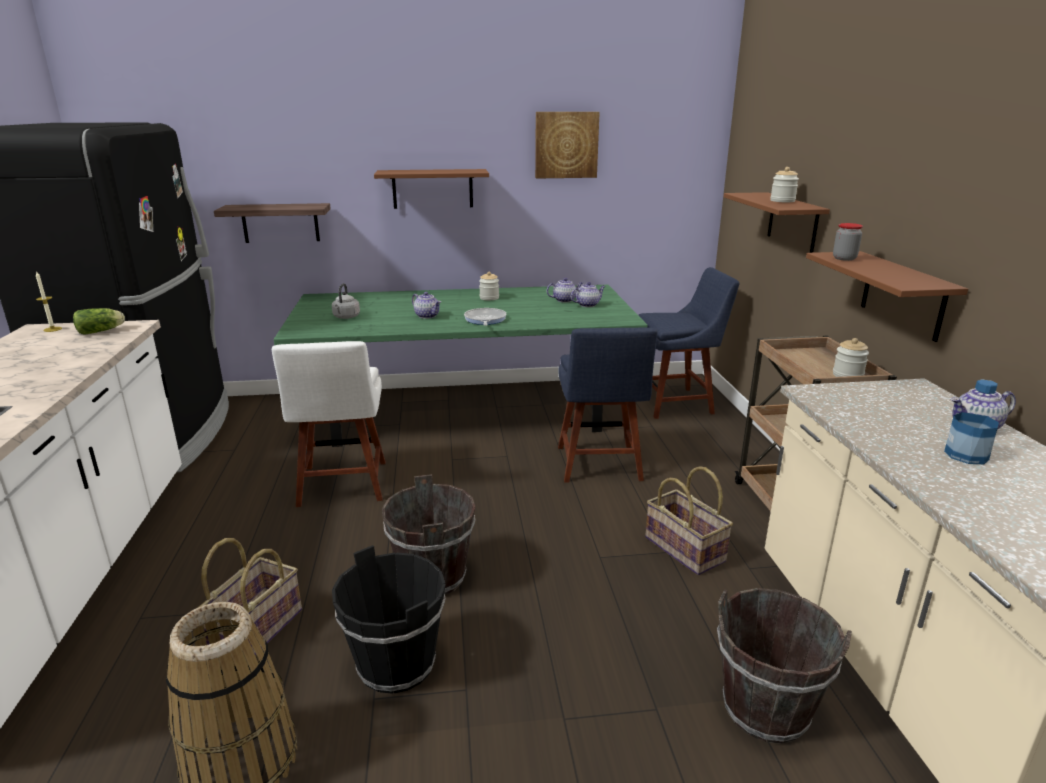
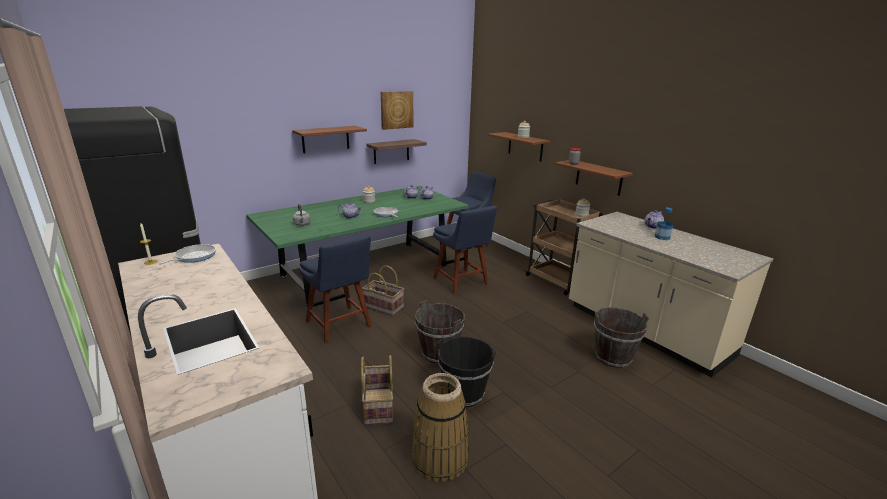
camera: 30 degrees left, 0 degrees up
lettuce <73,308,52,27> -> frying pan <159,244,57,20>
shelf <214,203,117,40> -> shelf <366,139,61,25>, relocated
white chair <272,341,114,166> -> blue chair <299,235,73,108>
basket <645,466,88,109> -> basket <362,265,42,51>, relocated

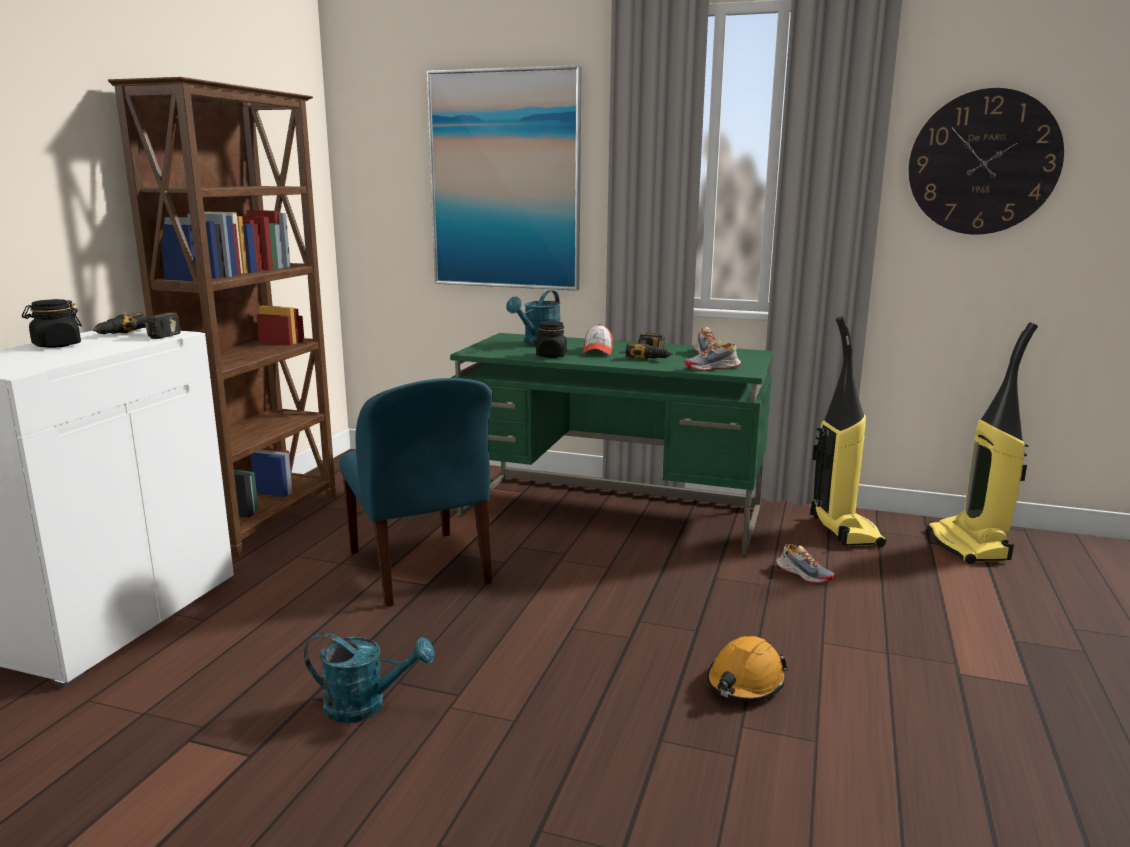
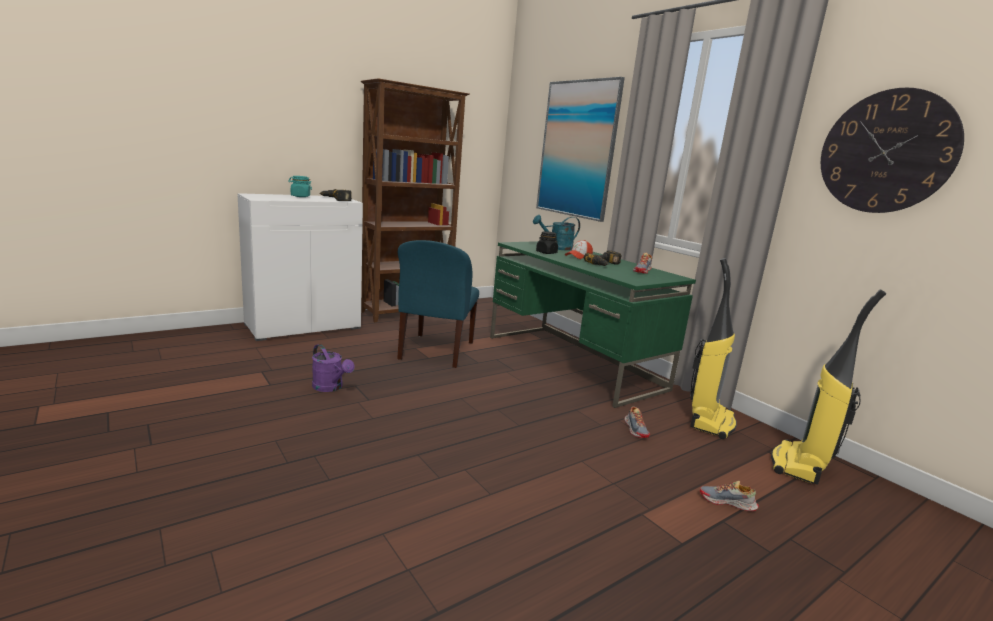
camera: 35 degrees right, 0 degrees up
black jar <22,299,60,49> -> turquoise jar <288,176,24,21>
turquoise watering can <304,632,130,91> -> purple watering can <312,344,42,48>
shoe <685,339,56,32> -> shoe <700,481,59,30>, relocated
orange hard hat <706,636,82,65> -> none

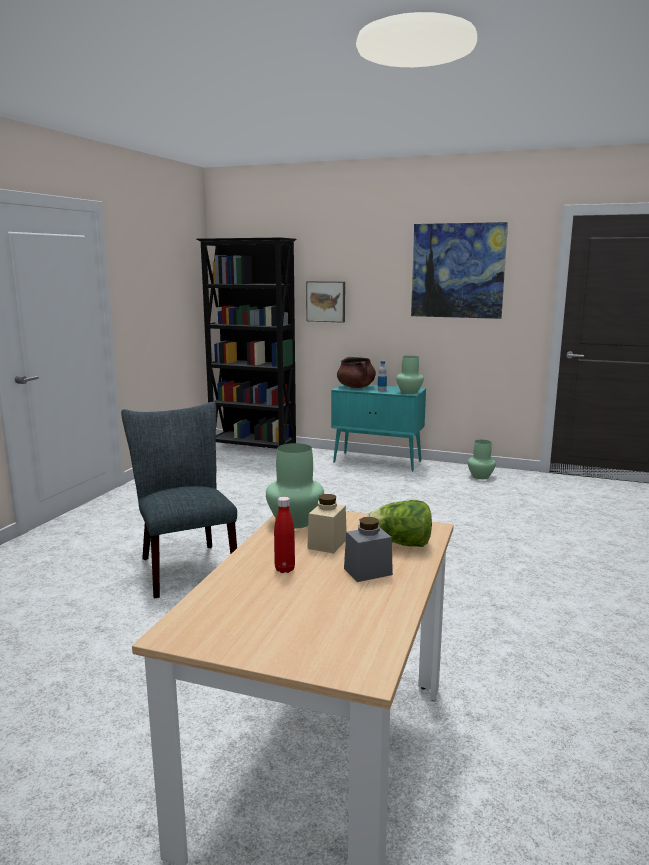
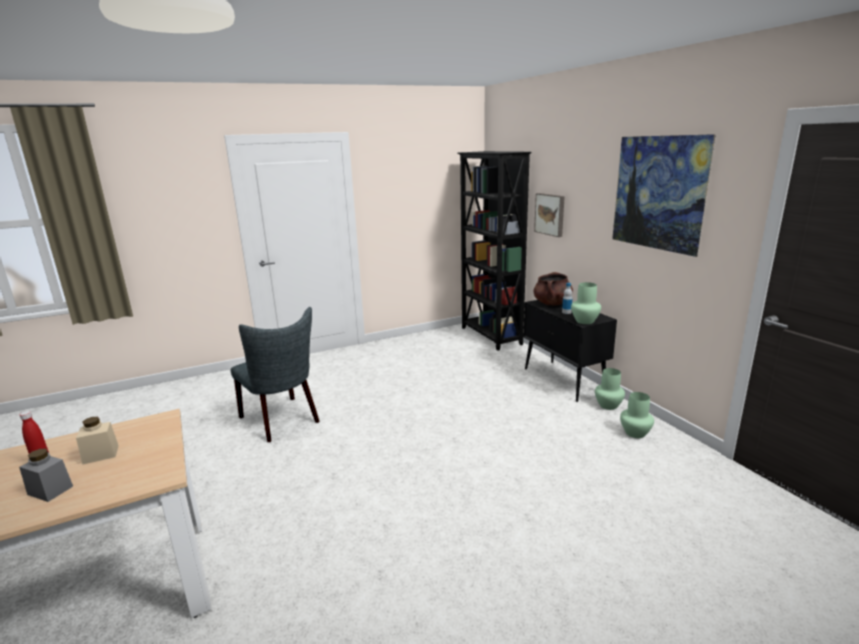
camera: 45 degrees right, 5 degrees up
grey chair <121,402,116,197> -> grey chair <231,307,88,135>, 120 degrees clockwise
green vase <266,443,58,86> -> green vase <595,368,30,42>, relocated
turquoise cabinet <331,384,95,88> -> black cabinet <524,300,93,102>
lettuce <367,500,65,47> -> none

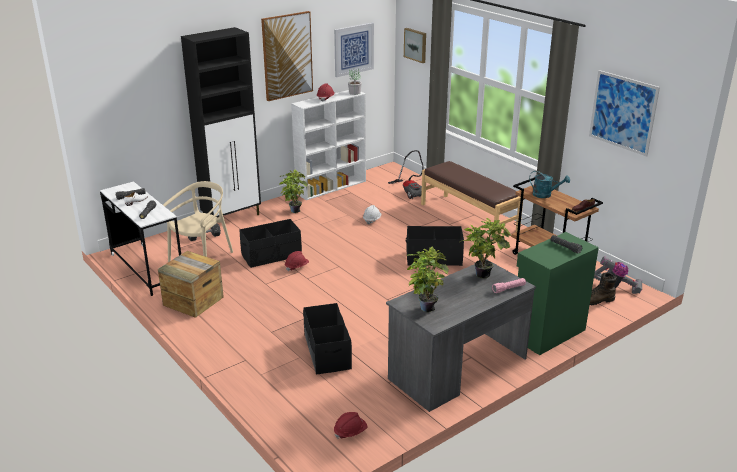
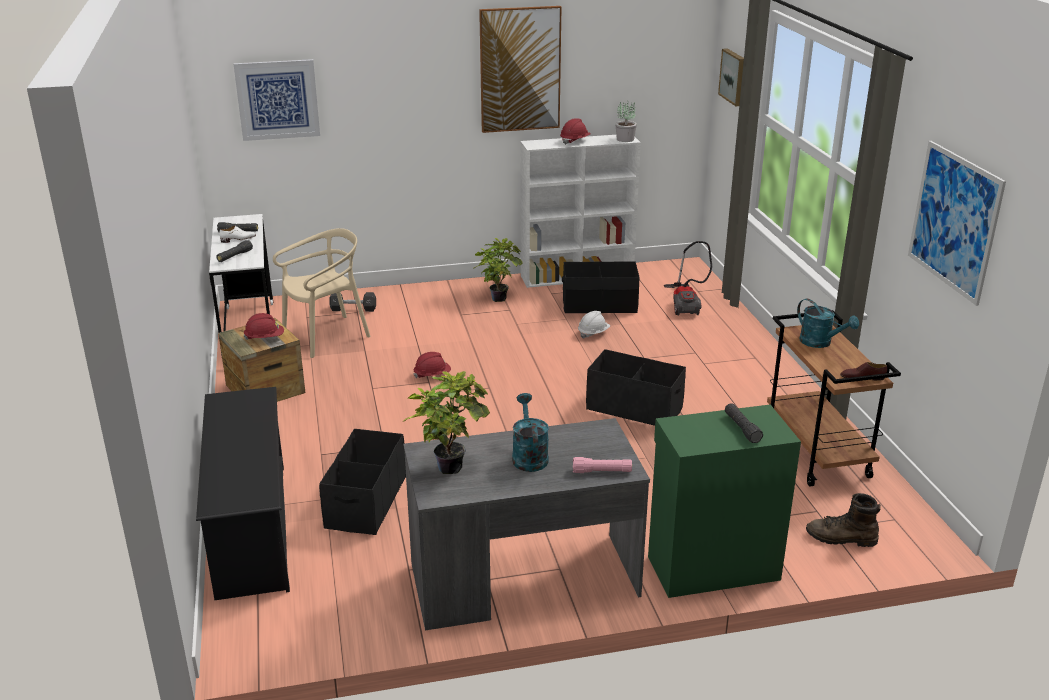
camera: 25 degrees right, 0 degrees up
black cabinet <181,27,80,191> -> none
black storage box <239,219,63,49> -> black storage box <562,261,78,52>, relocated
picture <334,23,40,54> -> picture <234,59,86,82>, relocated
red hard hat <334,412,34,27> -> red hard hat <244,313,40,27>, relocated
brown bench <421,161,102,82> -> none
potted plant <460,218,51,61> -> none
vacuum cleaner <594,256,48,38> -> none
none -> black shoe rack <196,387,94,213>
none -> turquoise watering can <512,393,37,79>

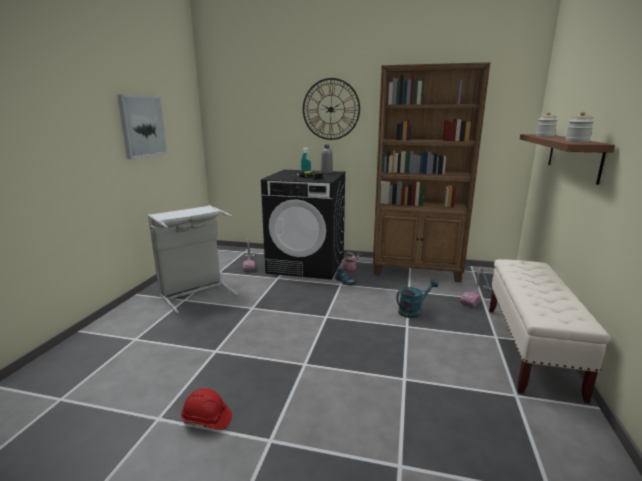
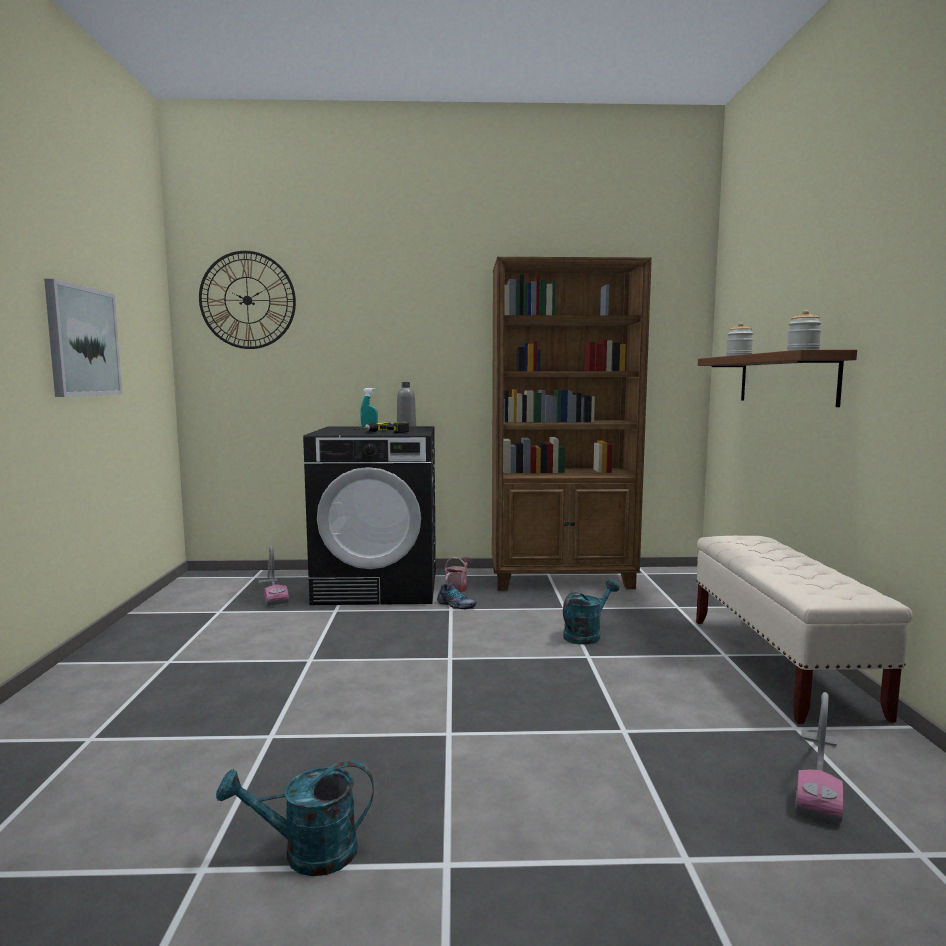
camera: 15 degrees left, 10 degrees down
grey laundry basket <148,205,90,109> -> none
red hard hat <181,388,51,42> -> turquoise watering can <216,761,158,115>
wall clock <303,78,57,62> -> wall clock <199,251,97,98>, relocated
vacuum cleaner <460,267,32,41> -> vacuum cleaner <795,692,48,131>, relocated

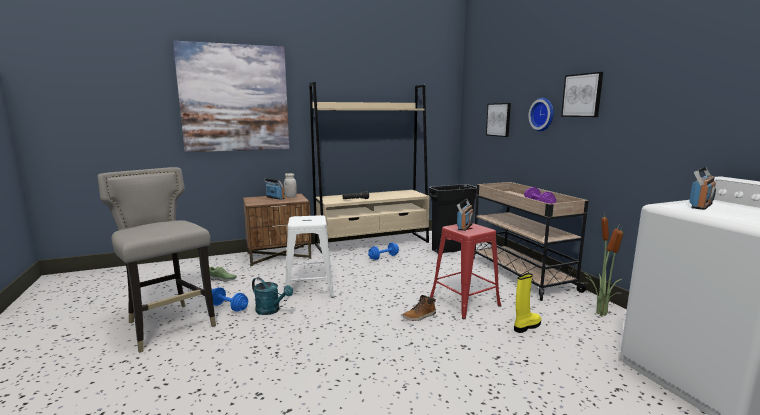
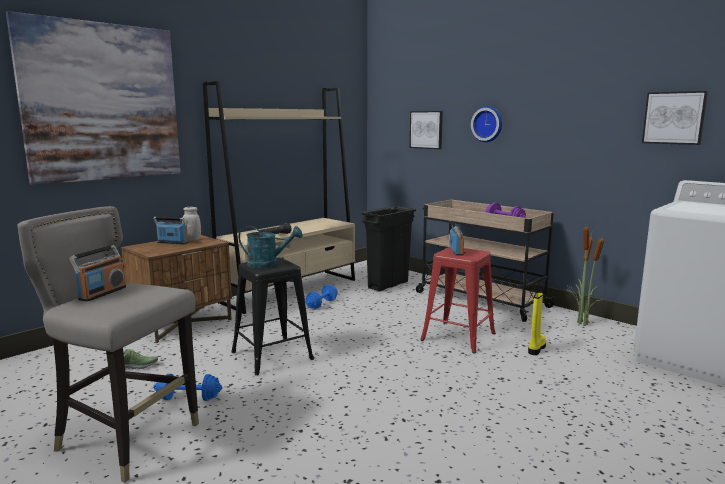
camera: 25 degrees left, 0 degrees up
turquoise watering can <252,277,41,38> -> turquoise watering can <238,226,64,42>, relocated
white stool <284,215,51,86> -> black stool <231,258,83,118>
boot <403,295,33,26> -> none
picture <561,72,42,45> -> picture <642,91,66,54>, relocated
radio <689,167,27,43> -> radio <69,245,57,57>, relocated

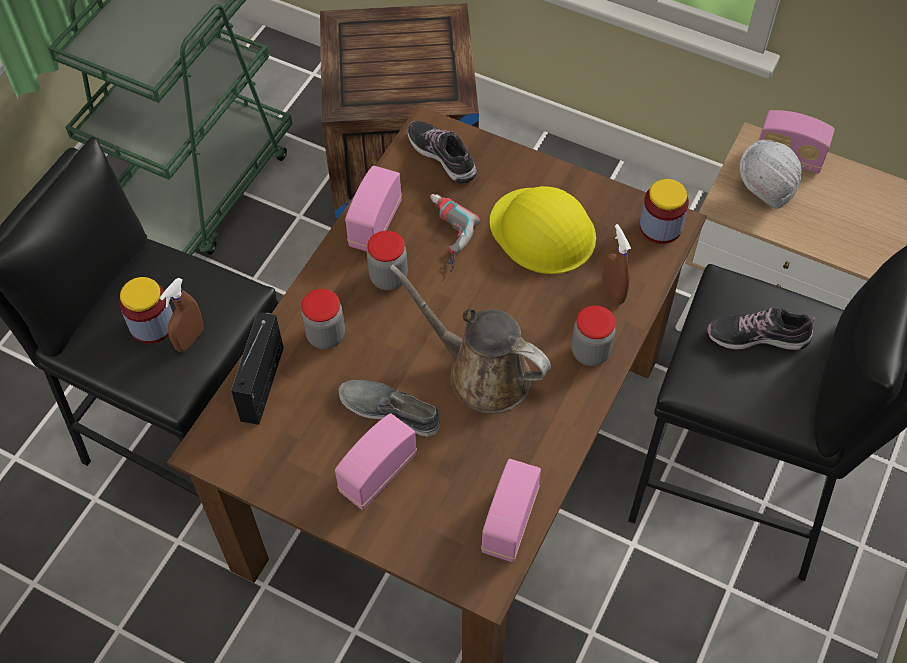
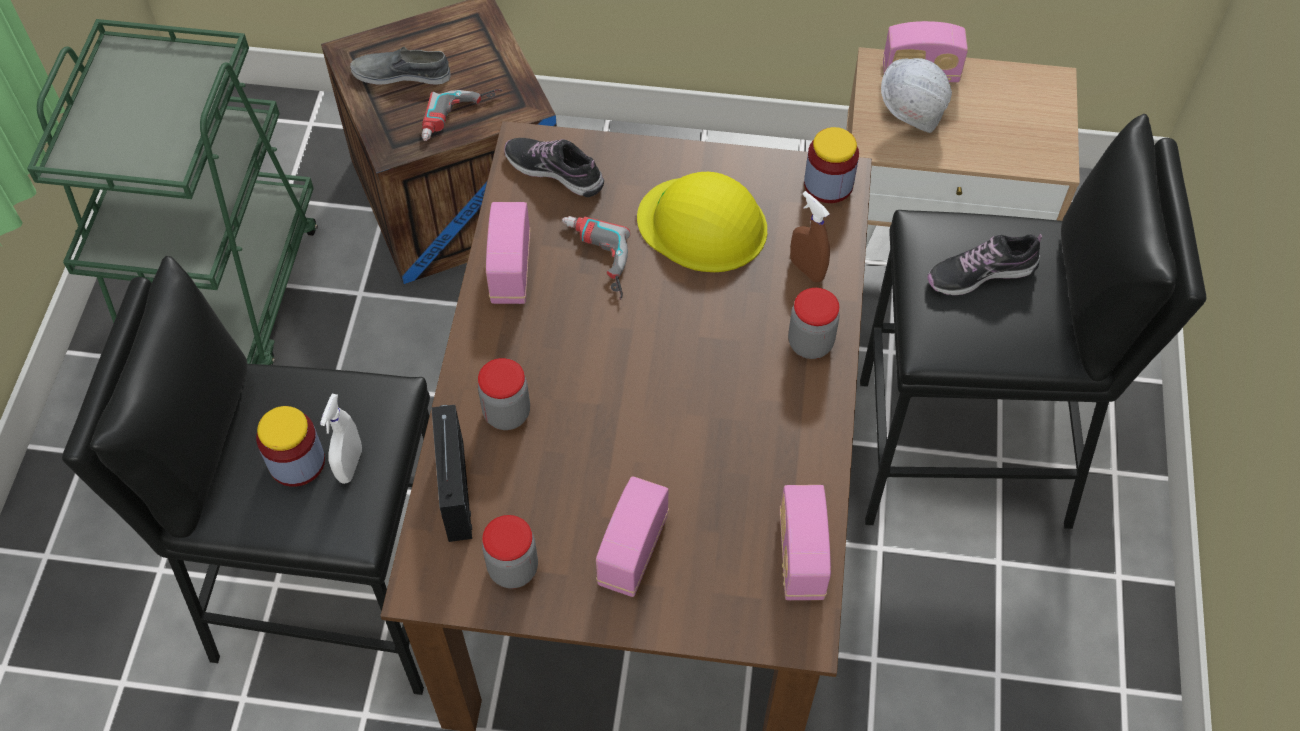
camera: 20 degrees left, 0 degrees up
brown spray bottle <159,278,44,74> -> white spray bottle <320,394,42,90>
grey shoe <338,380,102,56> -> grey shoe <350,46,101,39>, relocated
jar <367,231,41,59> -> jar <482,515,56,73>, relocated
brown watering can <389,264,162,149> -> none
none -> power drill <422,89,81,52>

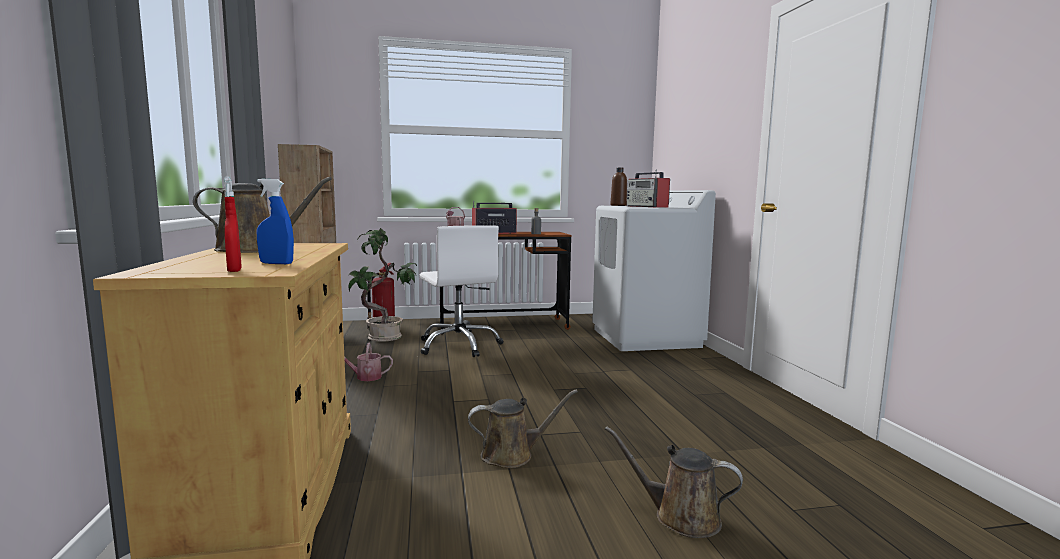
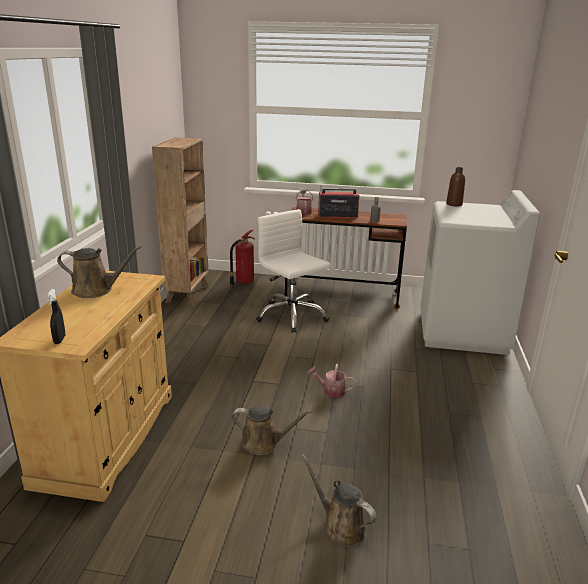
camera: 20 degrees right, 15 degrees up
red spray bottle <224,176,18,96> -> black spray bottle <47,289,18,55>
blue spray bottle <257,179,37,85> -> none
watering can <344,343,49,38> -> watering can <308,364,48,34>, relocated
potted plant <349,228,68,114> -> none
white office chair <420,225,84,132> -> white office chair <256,209,75,124>, 150 degrees clockwise
radio <627,169,43,39> -> none

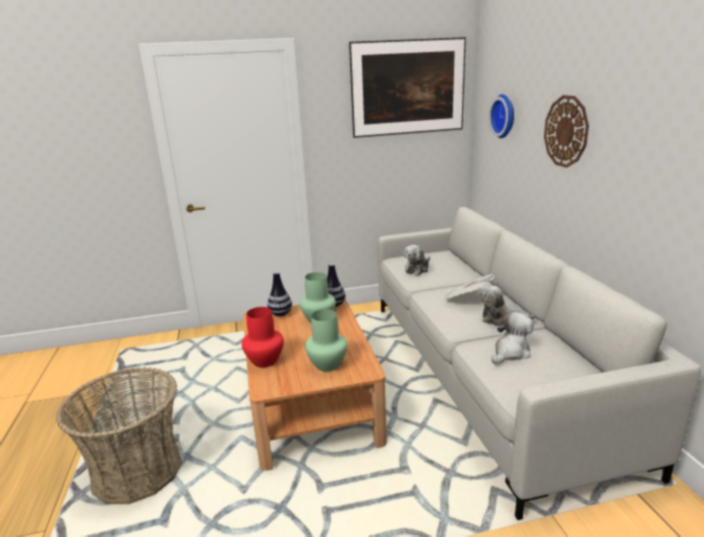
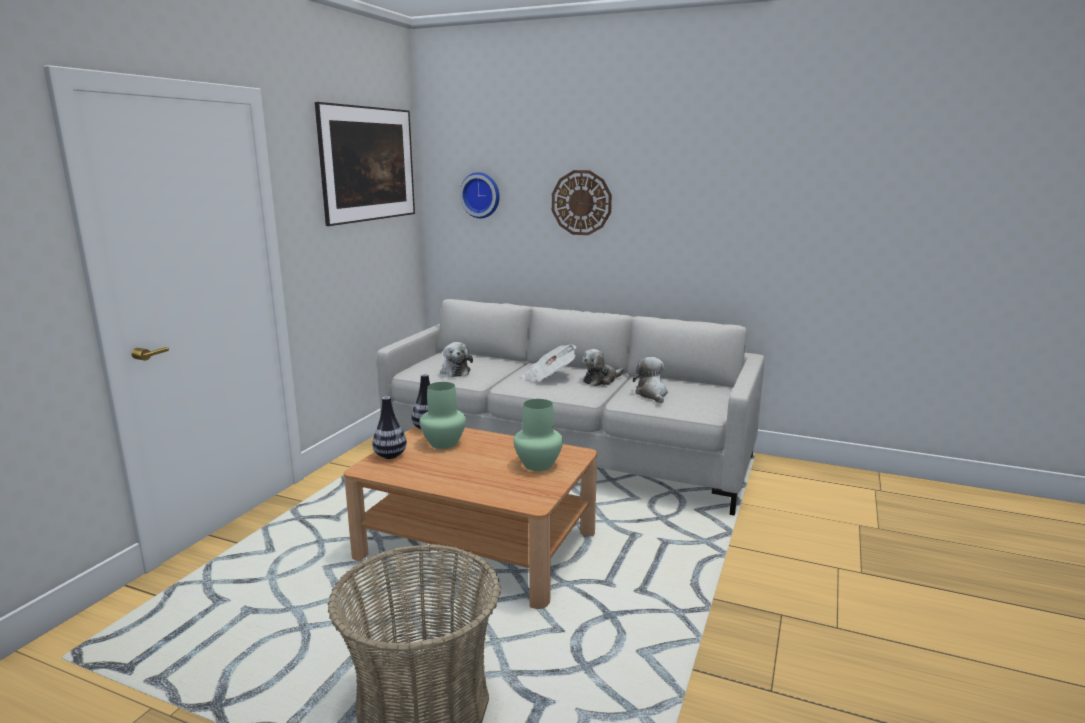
camera: 55 degrees left, 5 degrees down
red vase <242,307,42,61> -> none

